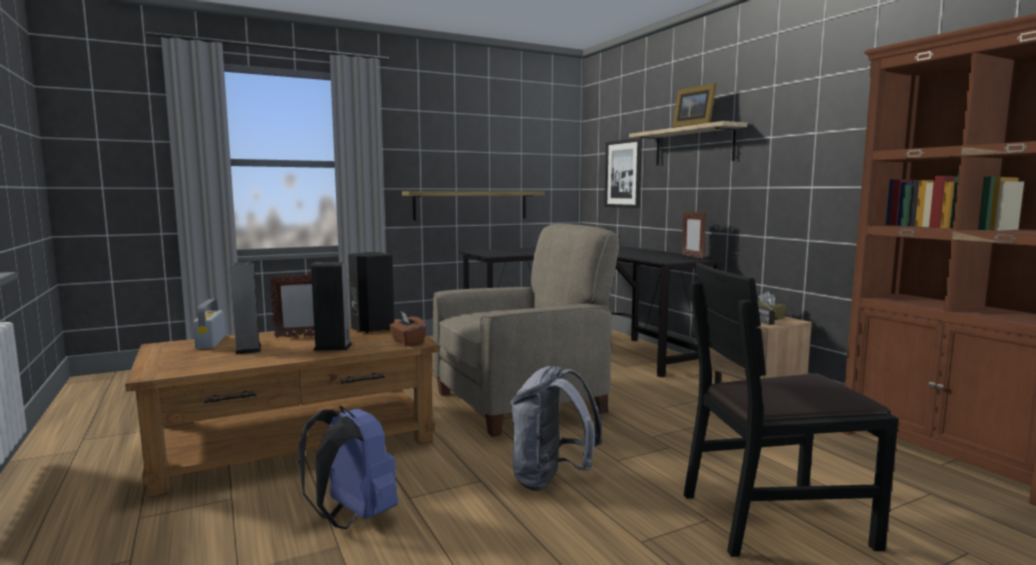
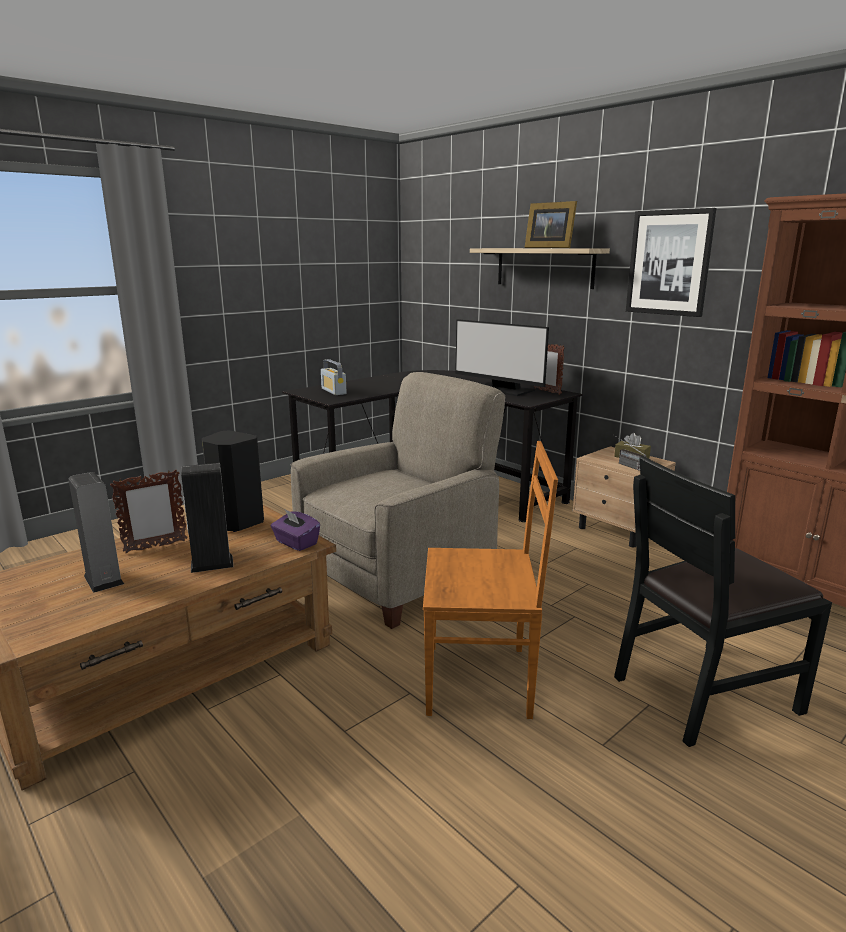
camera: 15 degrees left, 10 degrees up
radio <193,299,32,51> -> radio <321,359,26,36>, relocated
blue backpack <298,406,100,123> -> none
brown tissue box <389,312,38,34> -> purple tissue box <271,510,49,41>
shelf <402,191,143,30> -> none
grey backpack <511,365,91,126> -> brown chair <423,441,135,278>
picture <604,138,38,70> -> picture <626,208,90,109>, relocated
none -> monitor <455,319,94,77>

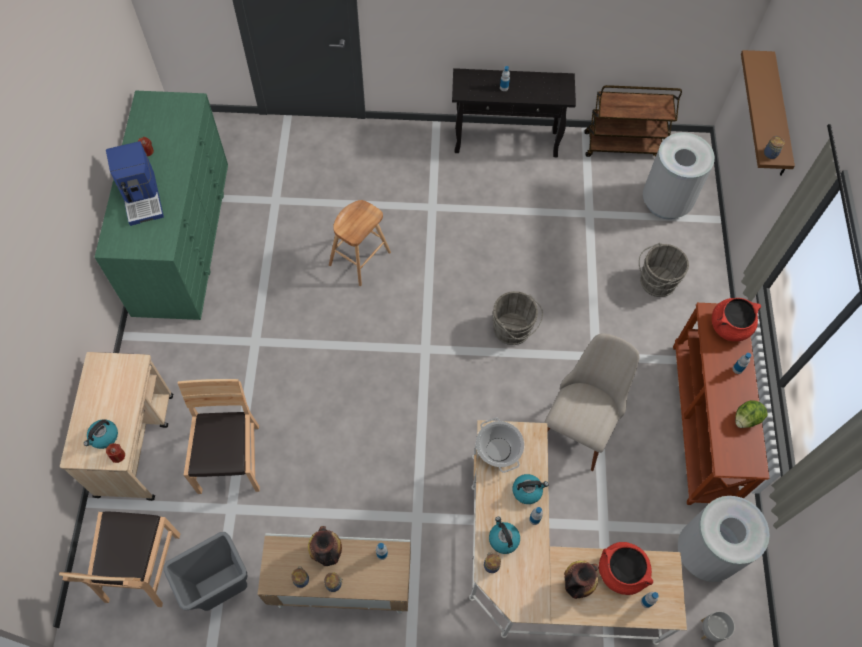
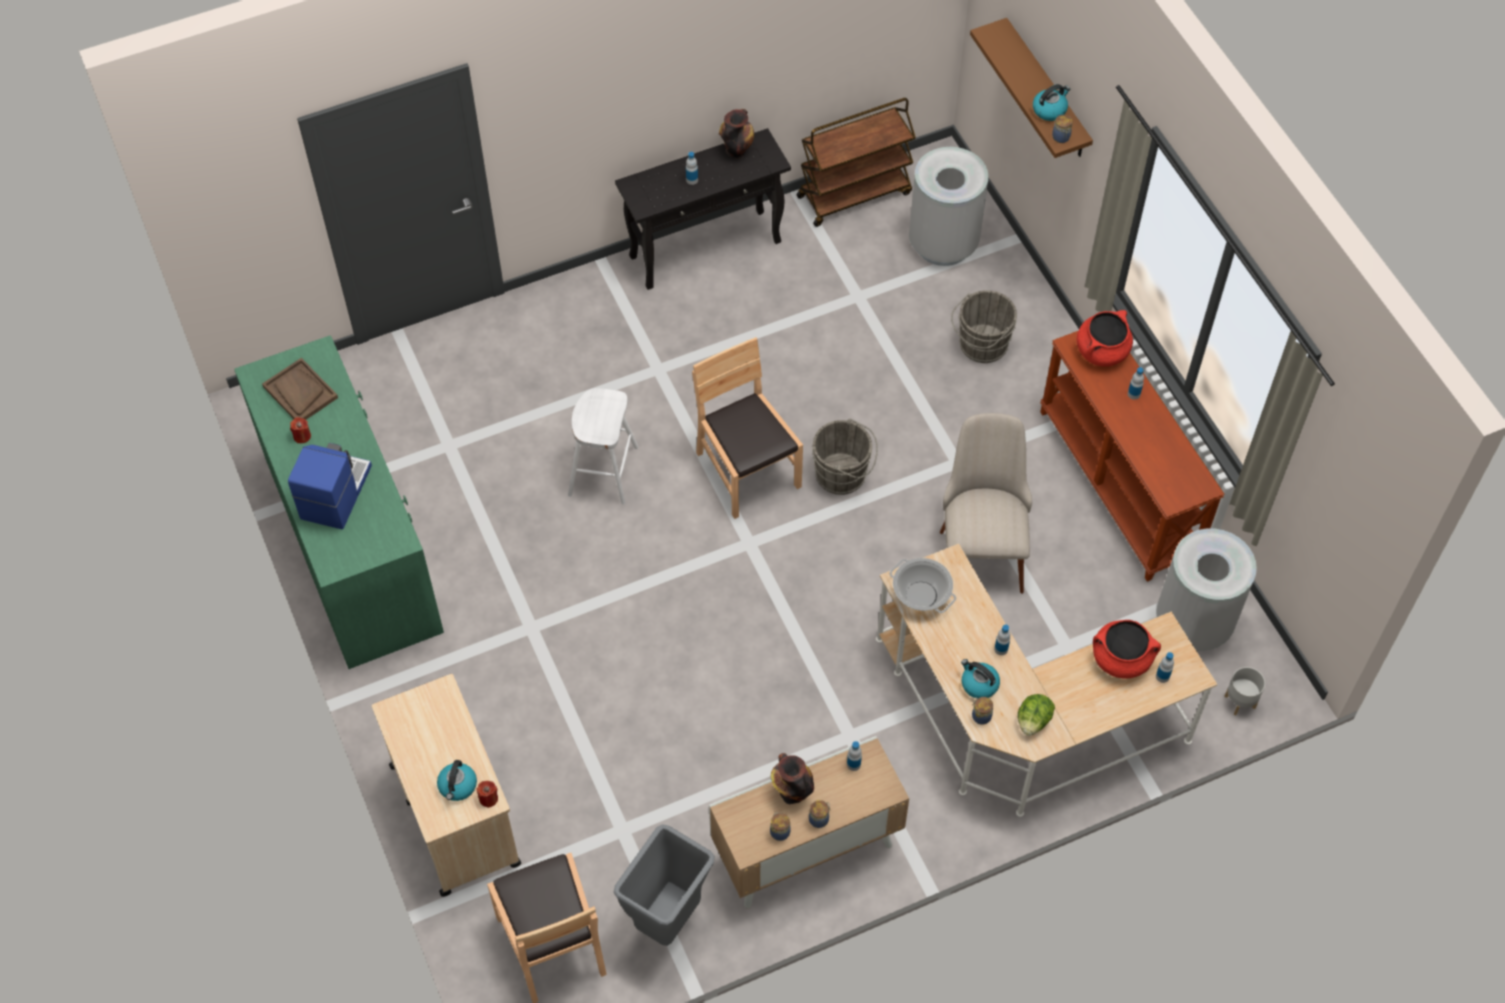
camera: 25 degrees left, 5 degrees down
coffee machine <106,141,58,85> -> coffee machine <288,443,84,86>, 120 degrees counterclockwise
brown chair <178,379,82,115> -> brown chair <692,337,111,182>, relocated
brown stool <329,200,62,86> -> white stool <568,388,71,117>
kettle <512,474,37,30> -> kettle <1033,84,37,37>, relocated
vase <564,561,35,38> -> vase <719,109,35,50>, relocated
lettuce <735,400,33,28> -> lettuce <1018,694,37,42>, relocated
none -> brown tray <262,358,76,62>

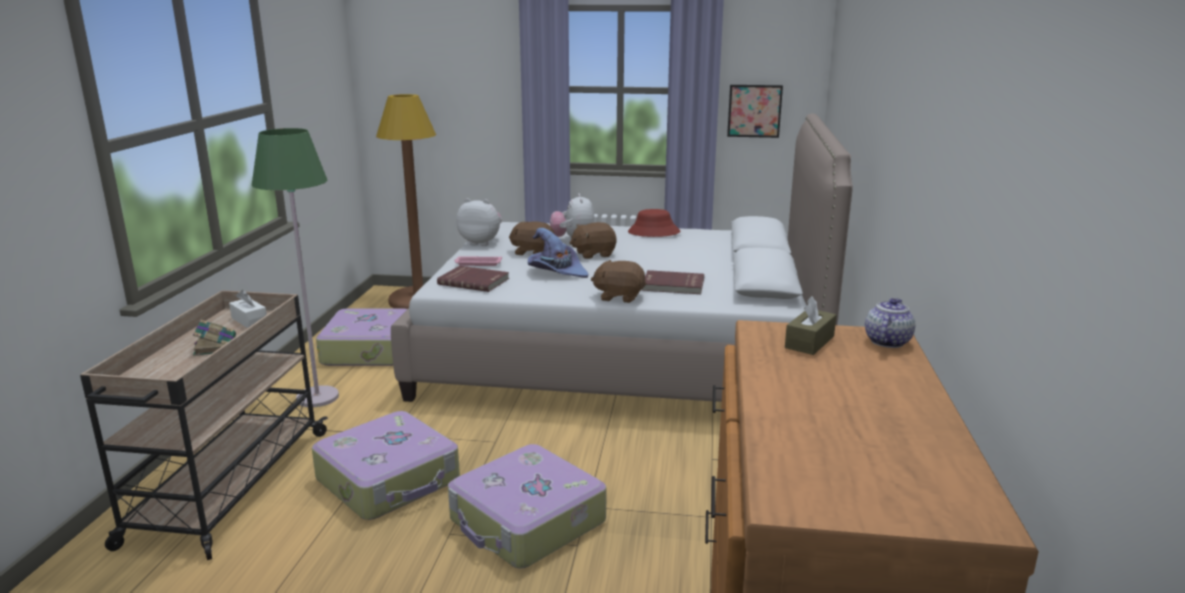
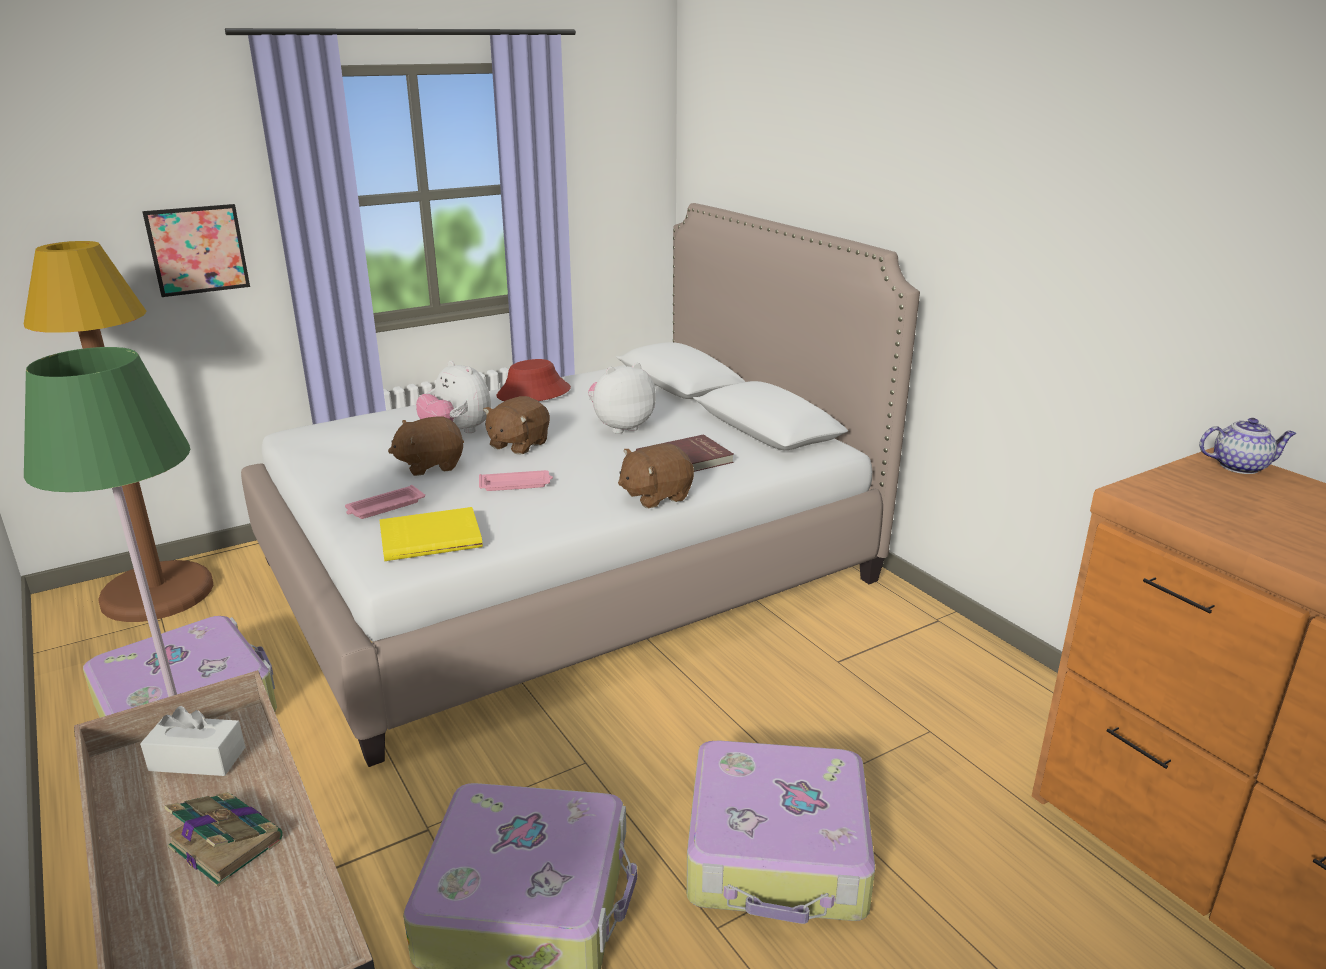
camera: 40 degrees left, 5 degrees up
red book <437,266,72,26> -> yellow book <379,507,104,54>
plush toy <456,198,46,48> -> plush toy <588,363,68,71>, relocated
purple hat <528,228,61,50> -> pink tray <479,470,74,21>
picture <727,85,56,53> -> picture <142,204,108,93>, relocated
brown tissue box <785,296,51,59> -> none
teapot <865,298,50,50> -> teapot <1199,418,98,56>, 105 degrees clockwise

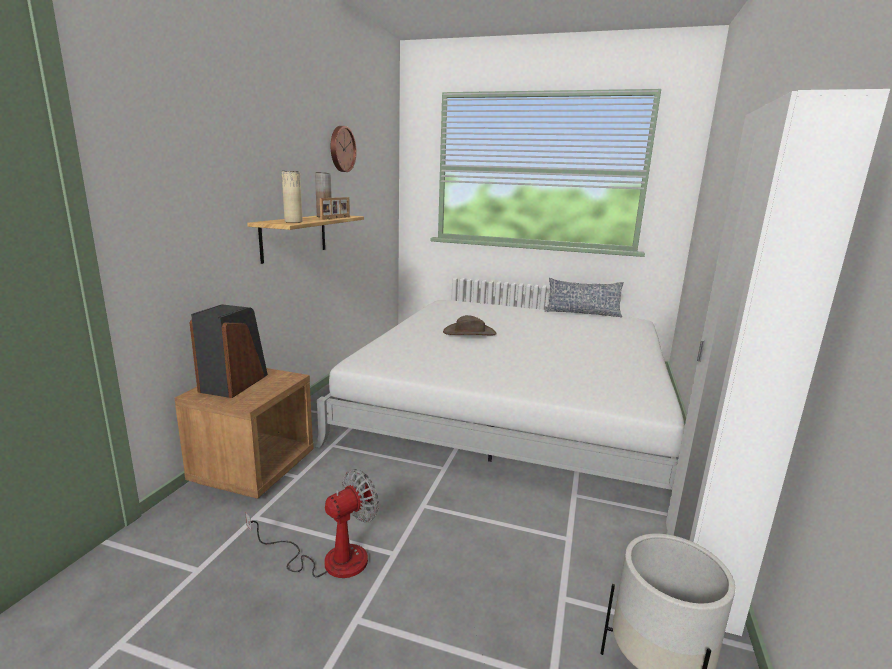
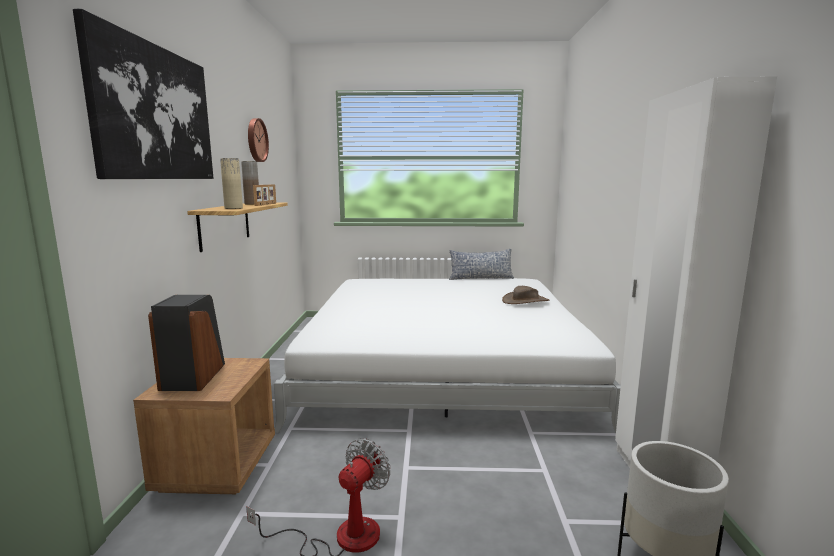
camera: 15 degrees left, 5 degrees down
brown hat <443,315,54,20> -> brown hat <502,286,47,18>, relocated
none -> picture <73,9,140,170>

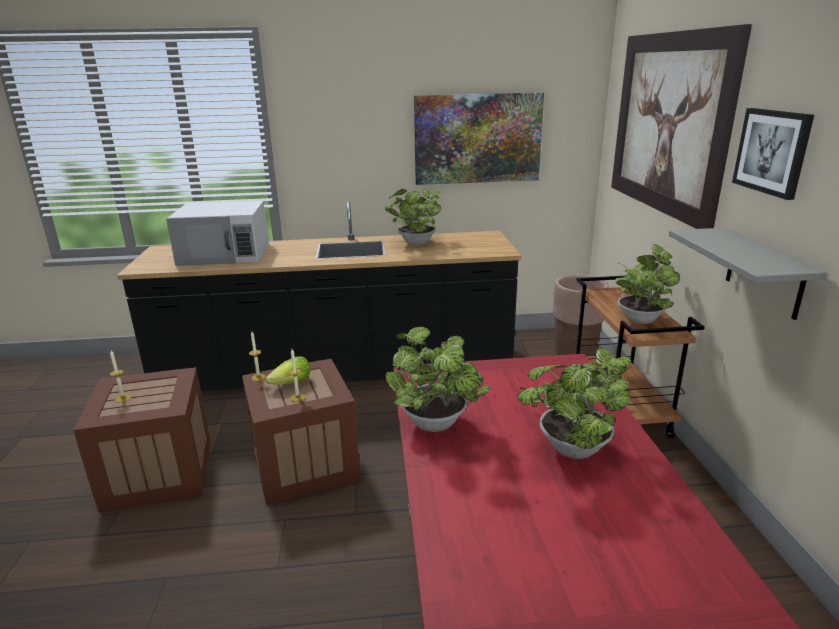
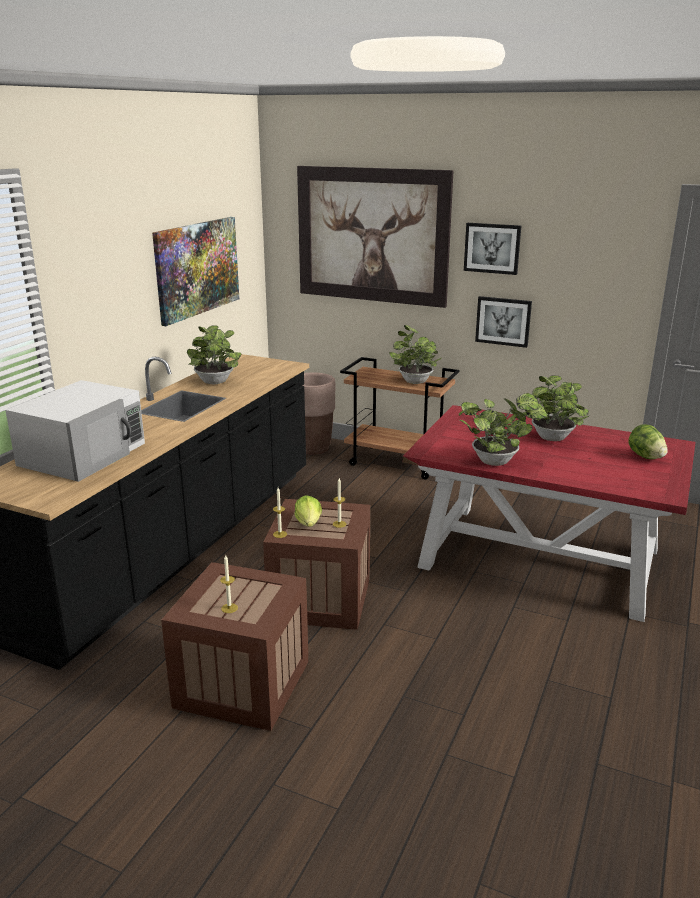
camera: 60 degrees left, 0 degrees up
grey shelf <669,228,158,92> -> picture <475,296,57,52>
none -> lettuce <629,424,39,35>

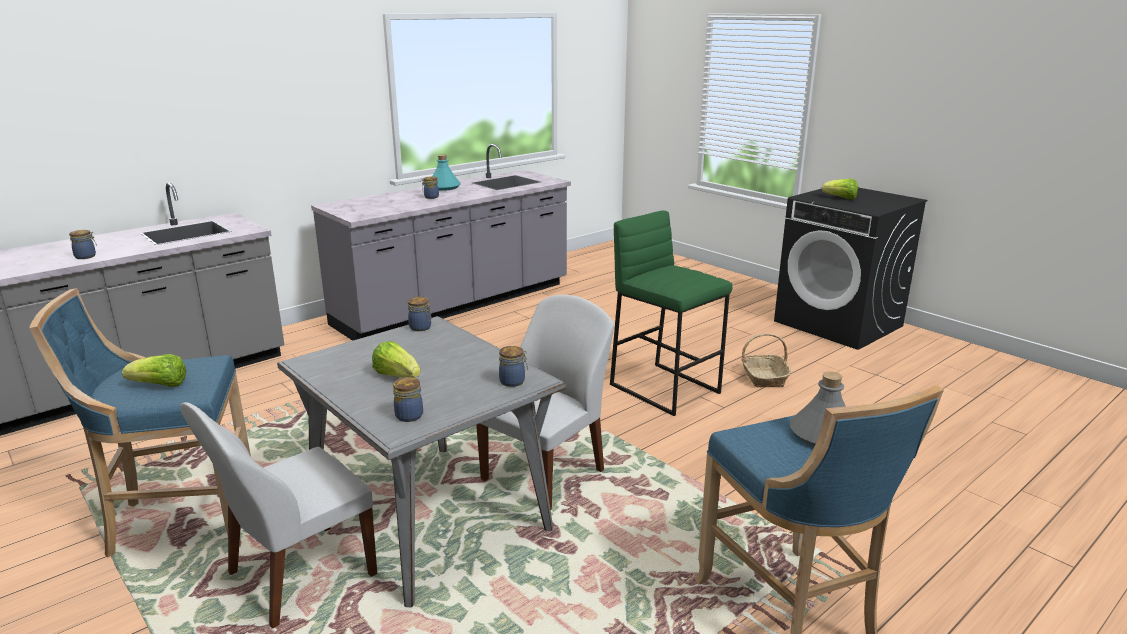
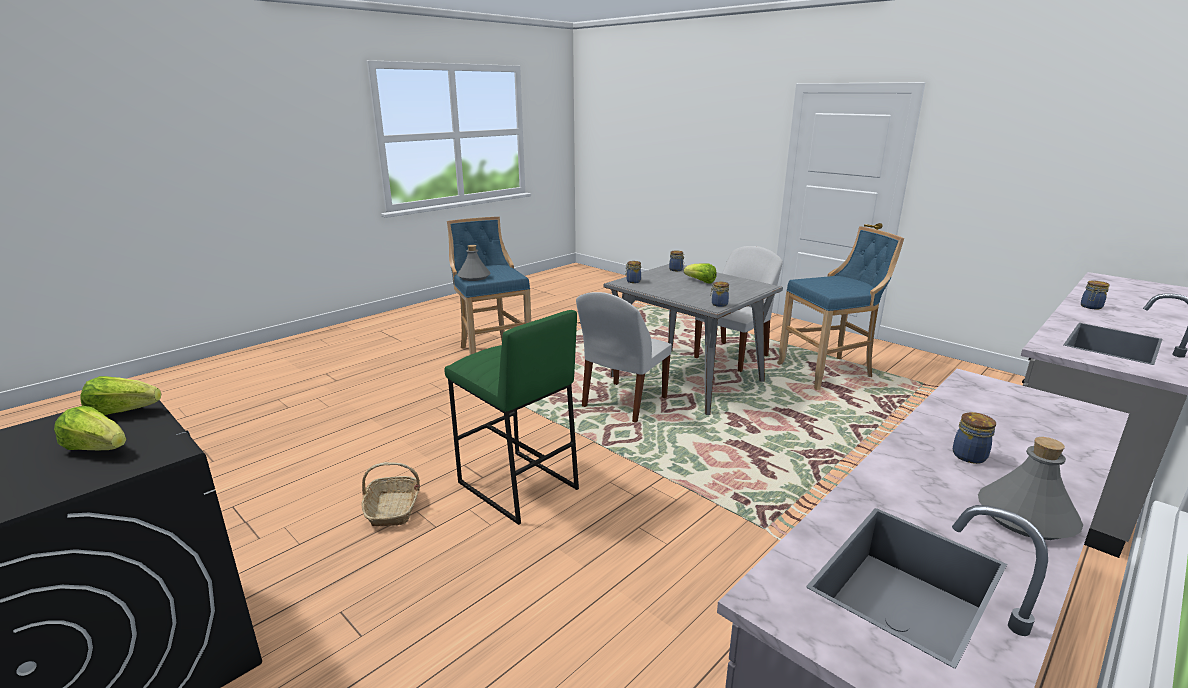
camera: 175 degrees right, 0 degrees up
lettuce <122,354,64,33> -> lettuce <80,376,81,39>, relocated
turquoise bottle <432,154,28,37> -> grey bottle <978,437,105,103>

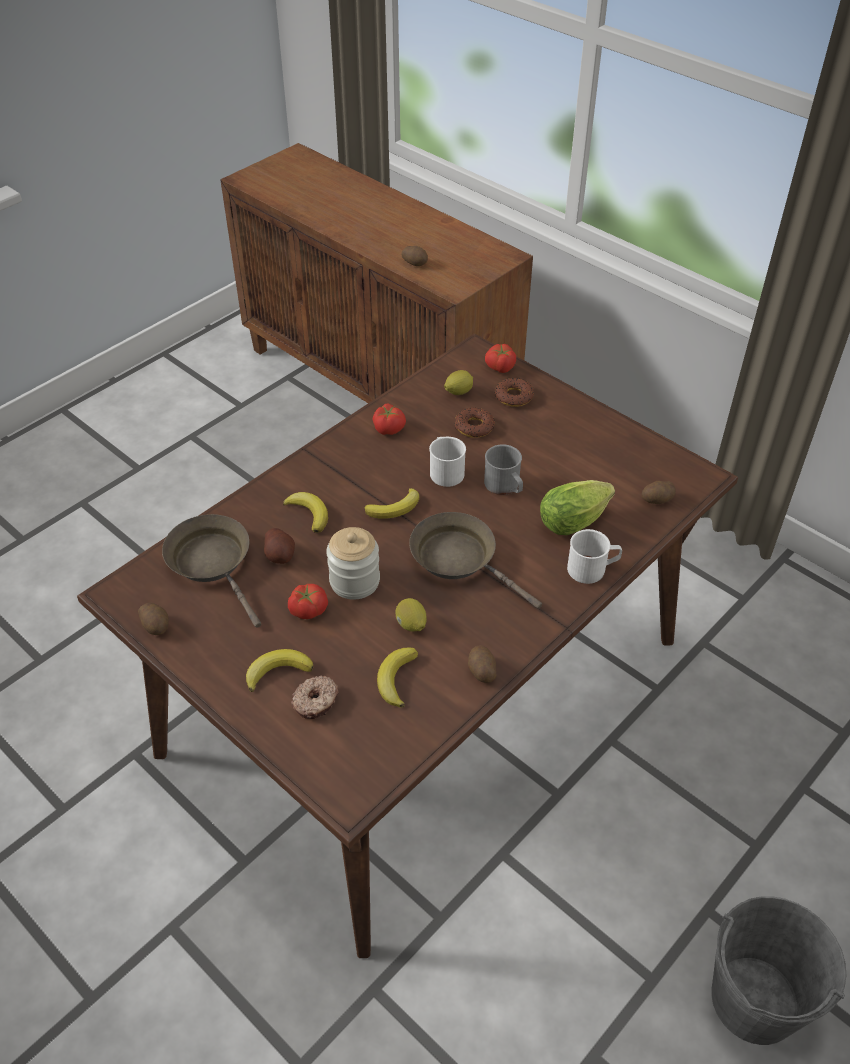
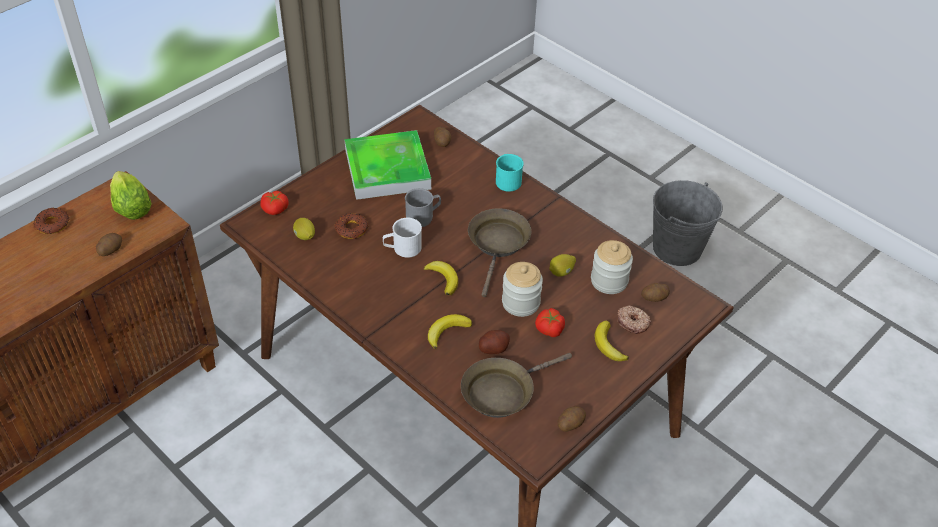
camera: 90 degrees left, 0 degrees up
tomato <373,404,33,31> -> none
banana <377,648,41,60> -> jar <591,240,42,54>
brown frying pan <409,512,133,97> -> brown frying pan <468,208,63,89>, 150 degrees clockwise
potato <468,645,28,38> -> potato <641,283,29,19>, relocated
donut <495,378,39,29> -> donut <34,208,35,26>, relocated
lettuce <540,480,75,55> -> lettuce <110,171,42,49>, relocated
white mug <567,529,55,55> -> turquoise mug <496,154,28,38>
none -> tray <344,130,87,70>

